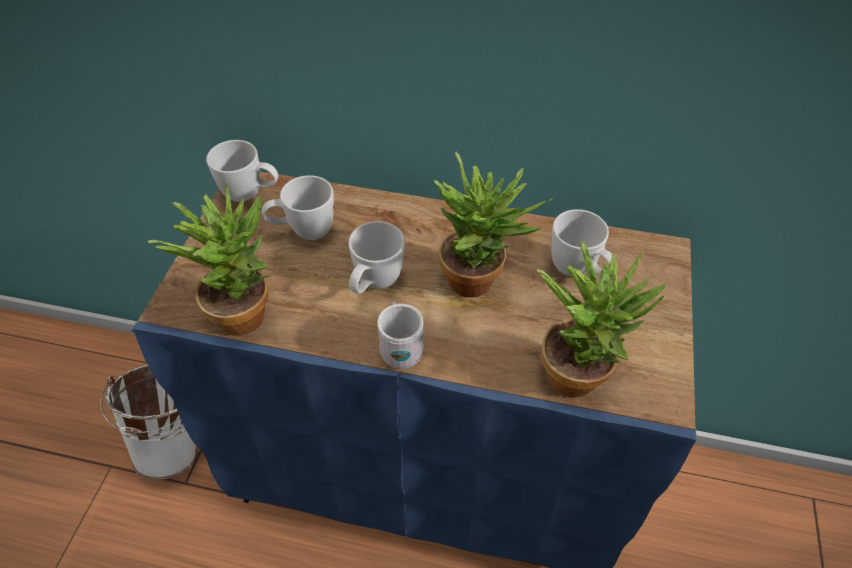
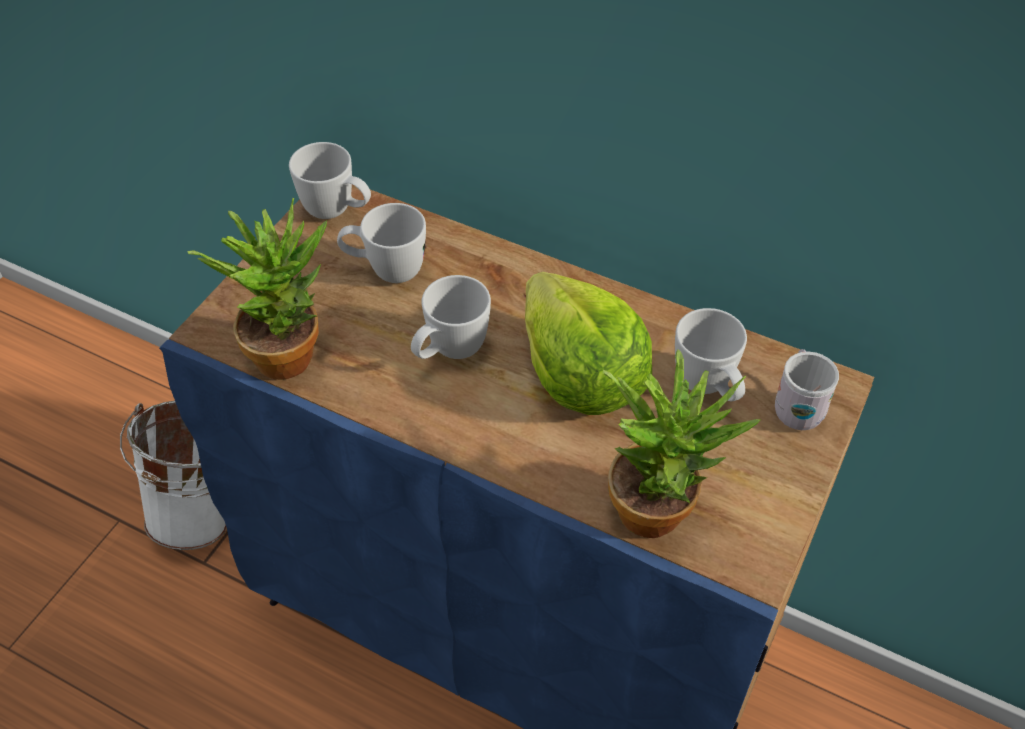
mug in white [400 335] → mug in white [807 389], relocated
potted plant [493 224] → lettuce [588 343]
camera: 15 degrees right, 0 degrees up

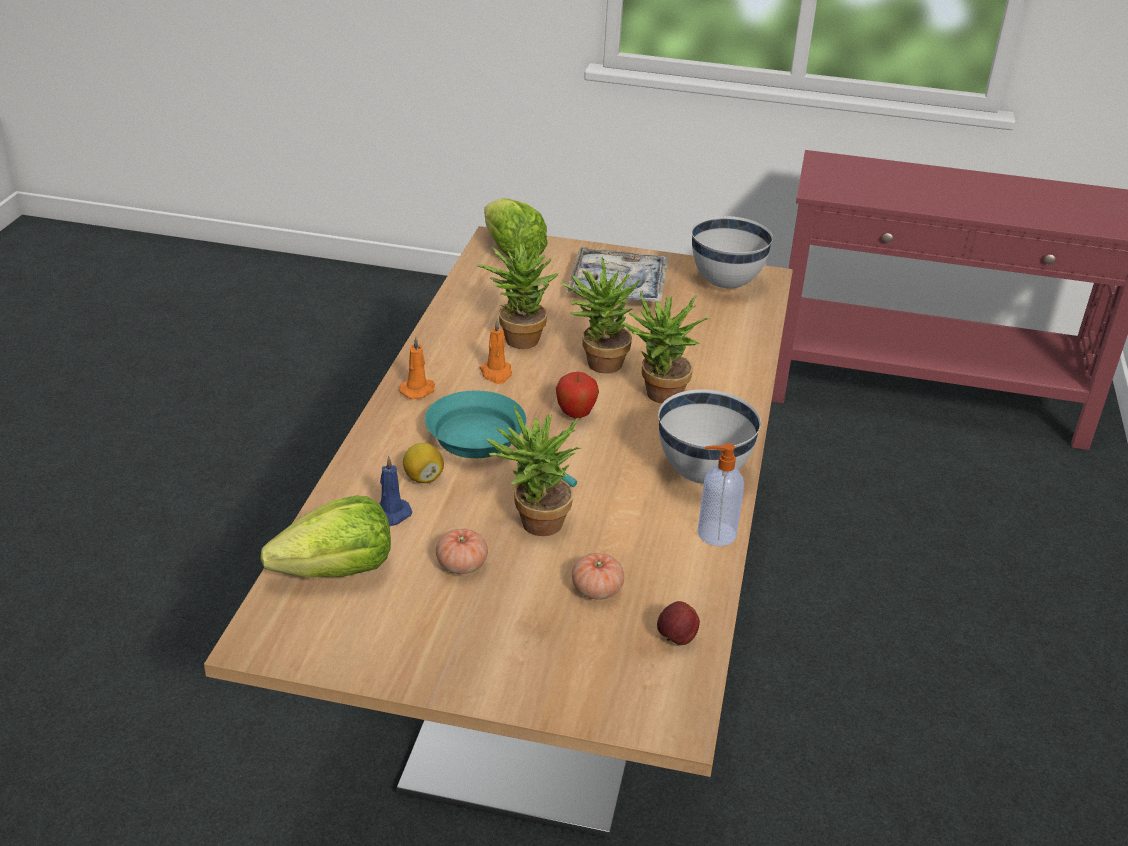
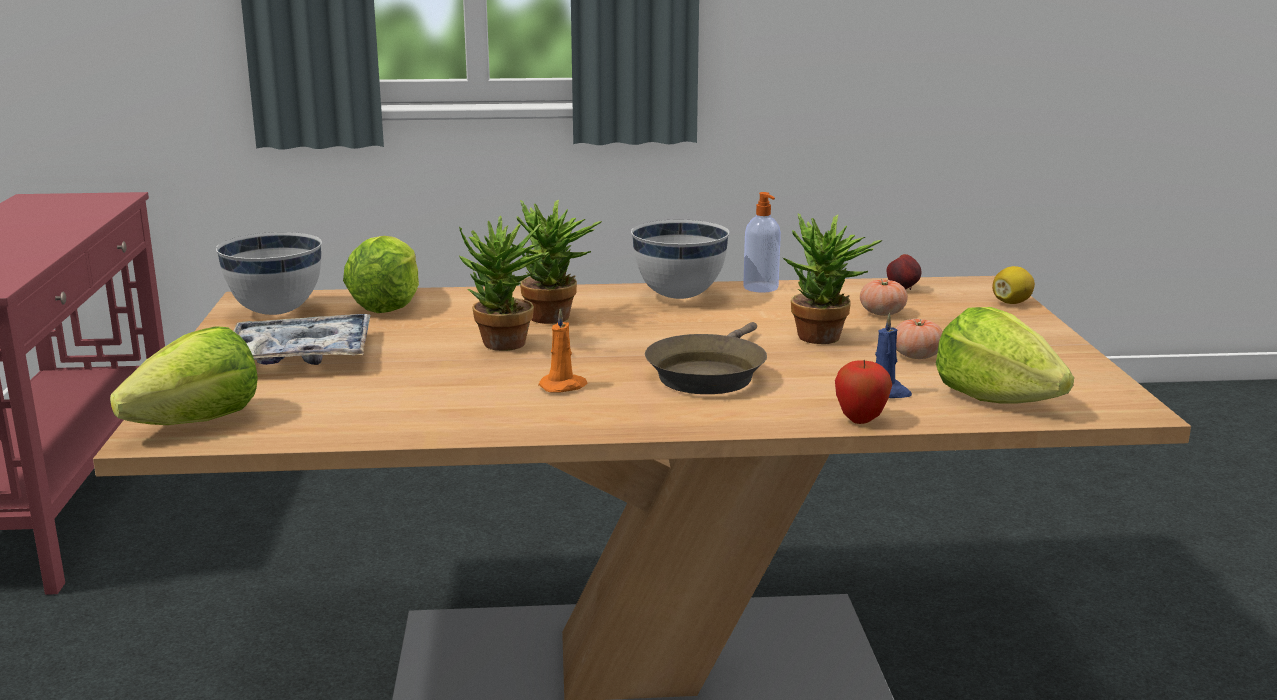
candle in orange [417 367] → -
potted plant [518 292] → -
- → lettuce [381 274]
lemon [423 463] → lemon [1013 285], relocated
apple [577 395] → apple [863 392], relocated
frying pan in turquoise [501 439] → frying pan in brown [706 358]
camera: 105 degrees left, 15 degrees down

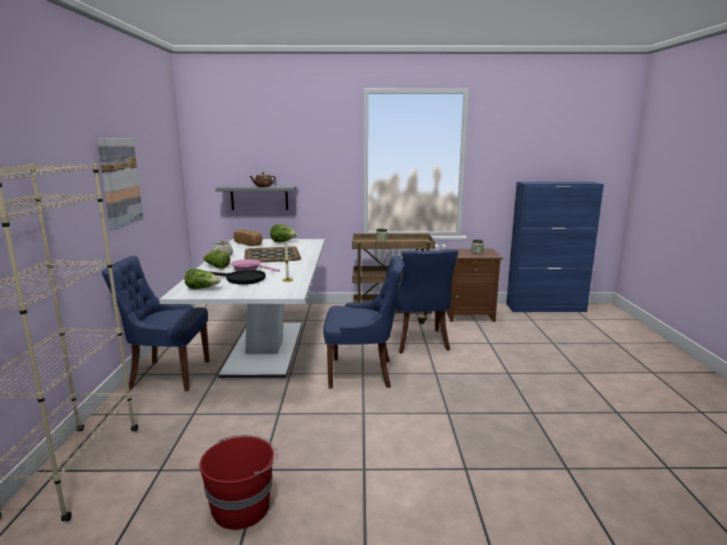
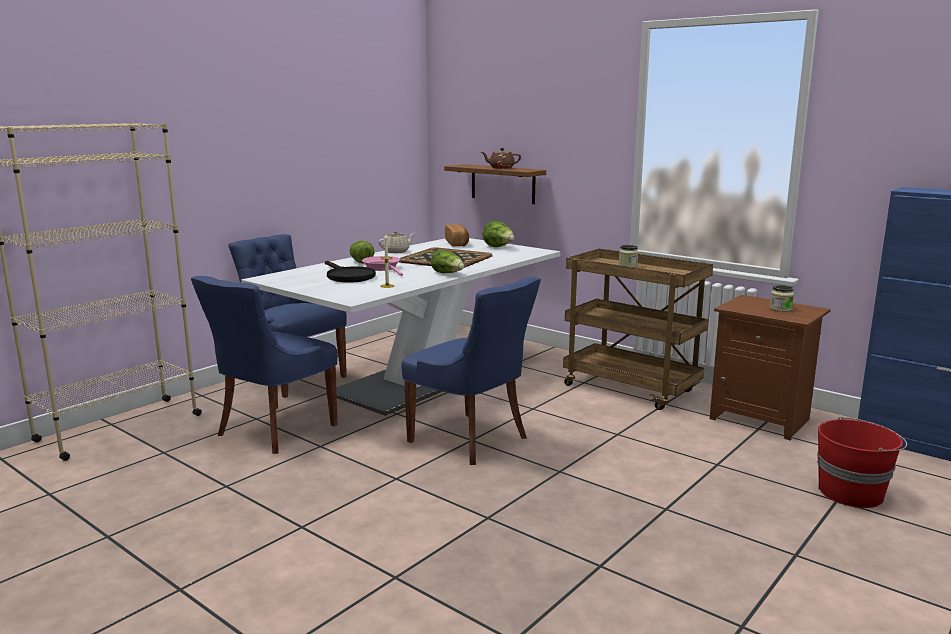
picture [120 184] → -
lettuce [203 279] → lettuce [447 261], relocated
bucket in red [238 482] → bucket in red [862 462], relocated
chair in blue [426 301] → chair in blue [264 365], relocated
shelf in grey [255 198] → shelf in brown [495 184]
camera: 40 degrees right, 0 degrees up

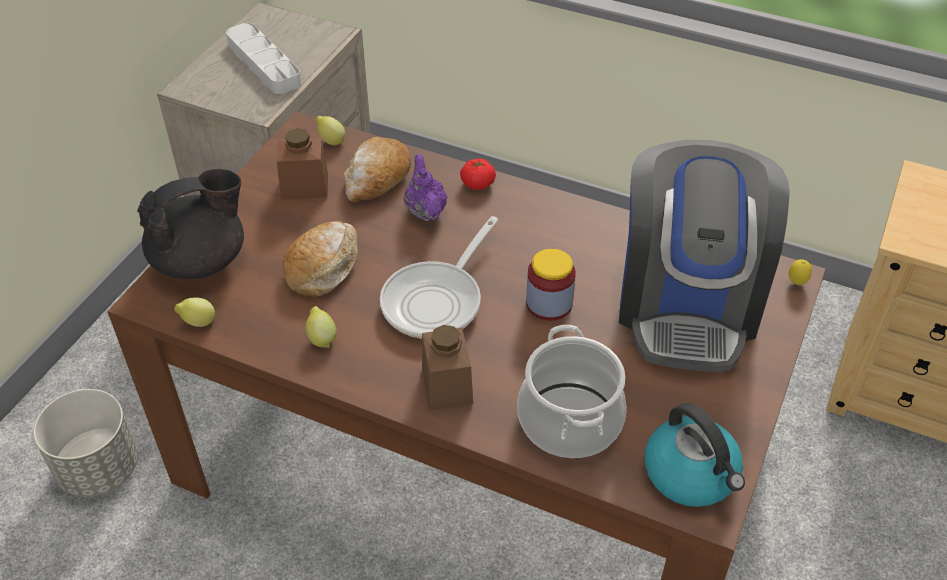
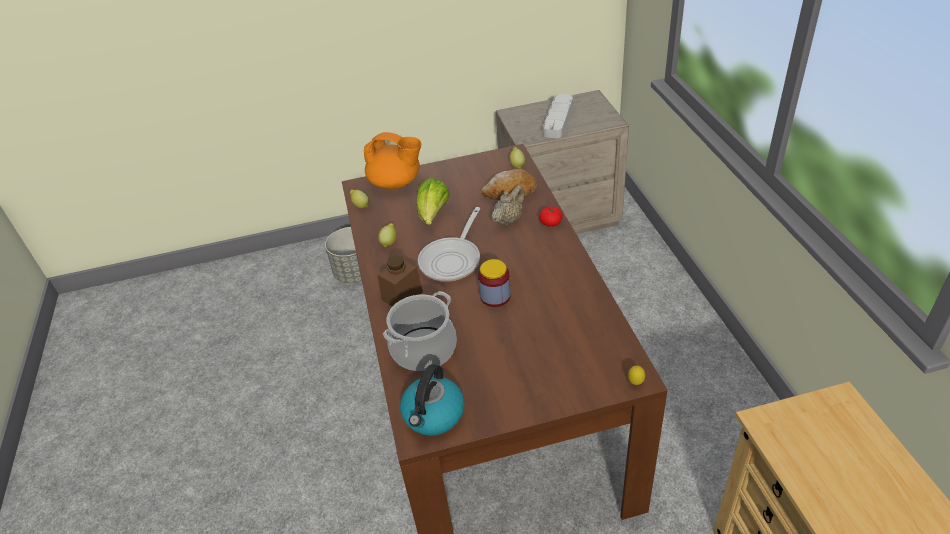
jar in brown [302 164] → -
coffee machine [704 256] → -
bread [320 259] → lettuce [433 201]
teapot in black [190 224] → teapot in orange [393 160]
teapot in purple [425 187] → teapot in beige [508 205]
frying pan [439 277] → frying pan [449 244], 60 degrees counterclockwise
camera: 55 degrees right, 5 degrees down

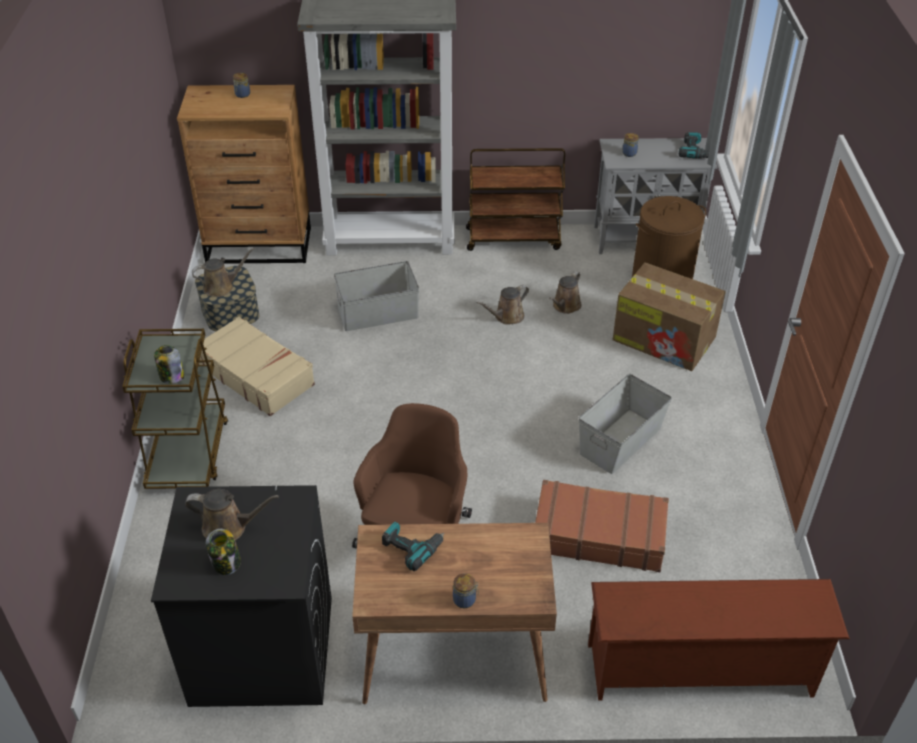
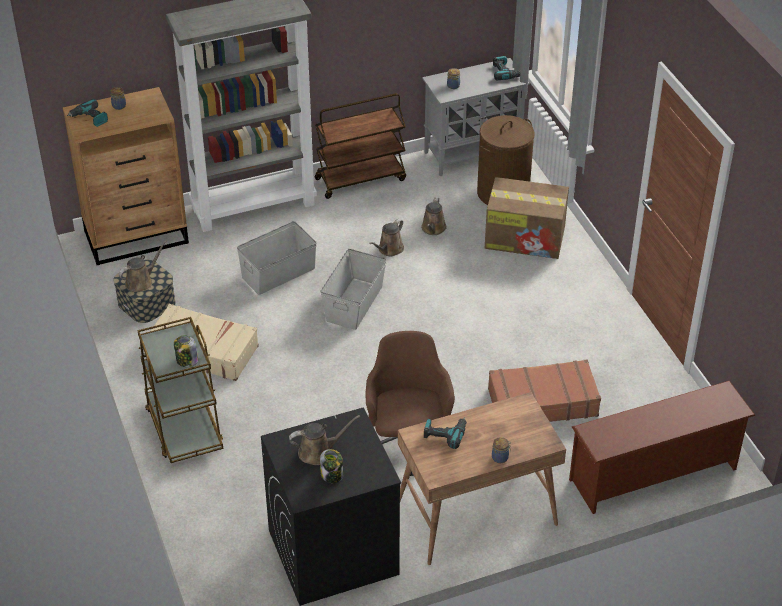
- → power drill [87 113]
storage box in grey [625 424] → storage box in grey [354 289], relocated
camera: 20 degrees left, 0 degrees up

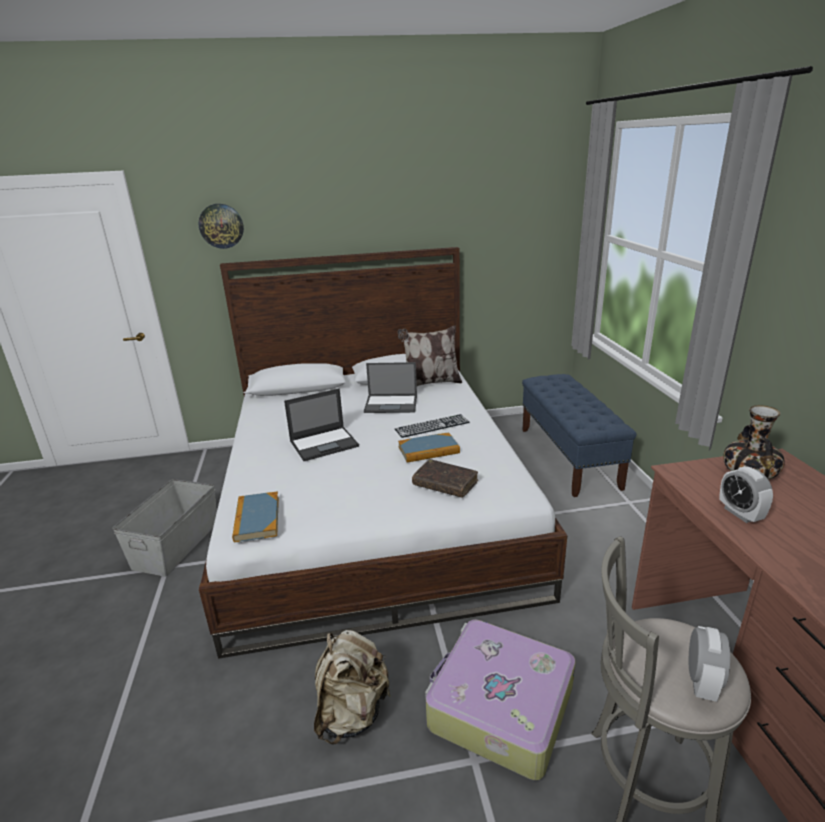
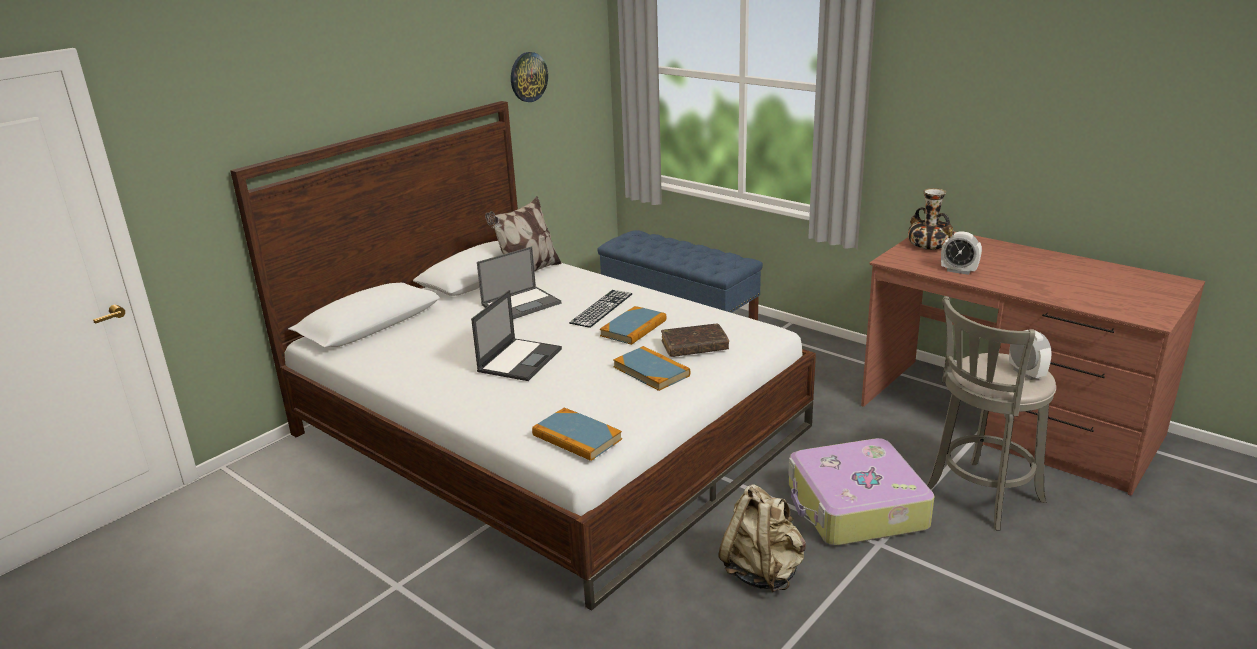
storage box in grey [164 528] → -
- → book [651 368]
wall clock [221 226] → wall clock [529 77], relocated
camera: 40 degrees left, 0 degrees up

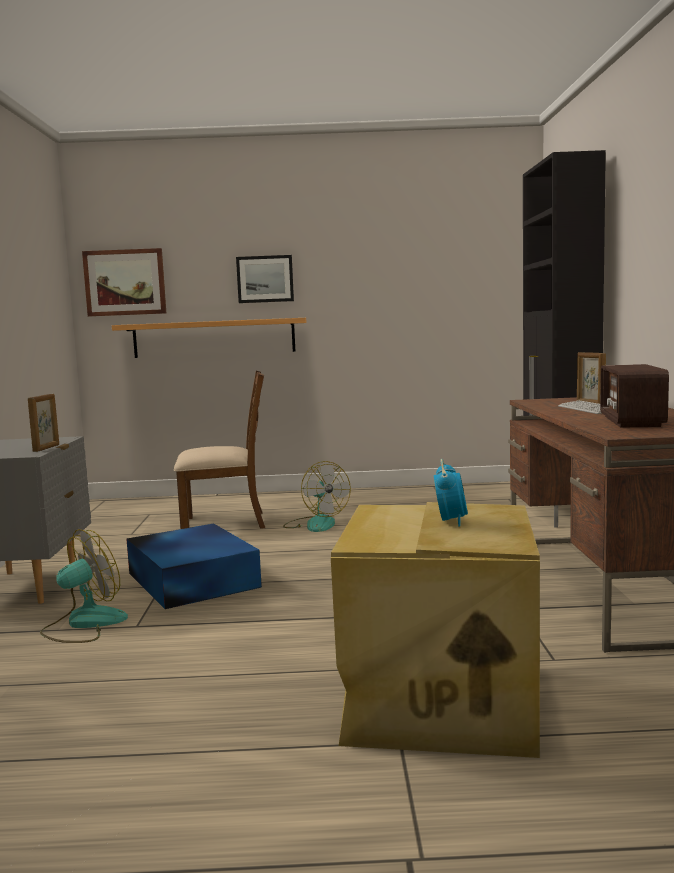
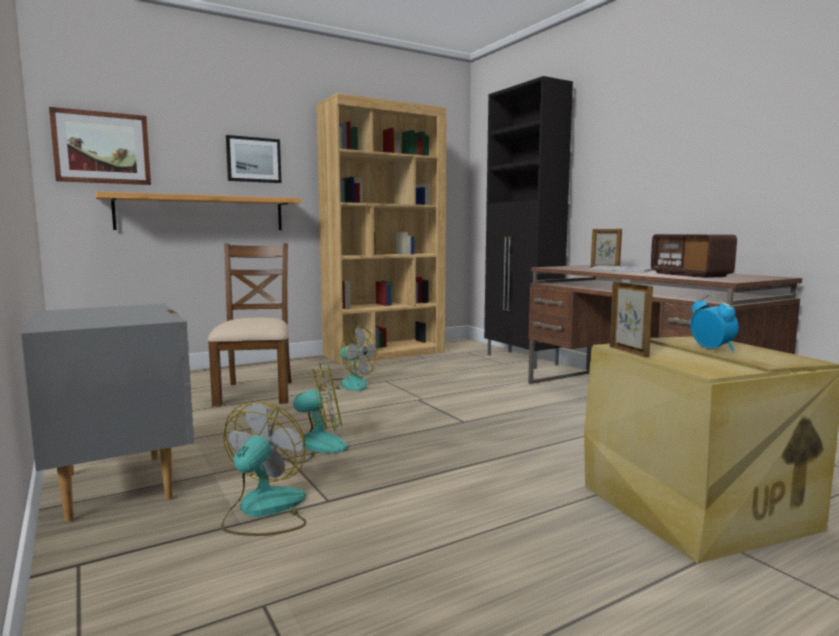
- → bookcase in brown [381 229]
picture frame [43 423] → picture frame [631 319], relocated
storage box in blue [194 566] → fan [311 413]
chair in brown [219 449] → chair in brown [250 325], 60 degrees counterclockwise
camera: 30 degrees left, 0 degrees up

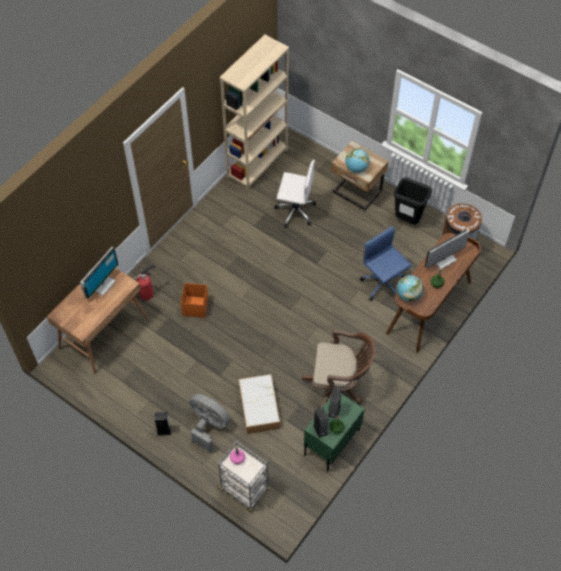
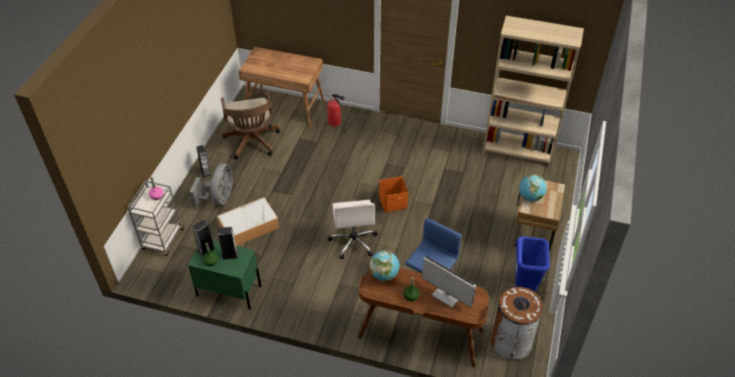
monitor [99 273] → -
storage box in orange [194 300] → storage box in orange [393 194], relocated
office chair in white [295 193] → office chair in white [353 229], relocated
office chair in brown [339 369] → office chair in brown [250 125], relocated
trash can in black [413 200] → trash can in blue [532 264]
camera: 70 degrees right, 10 degrees down

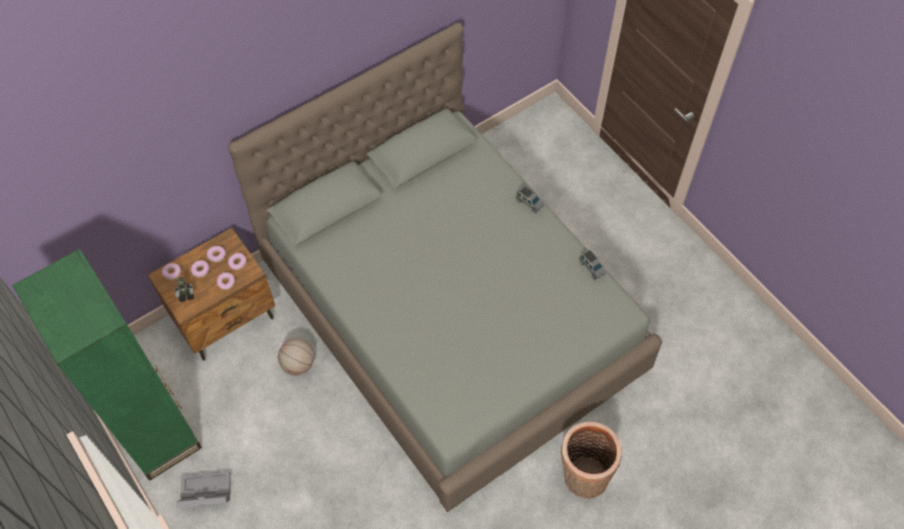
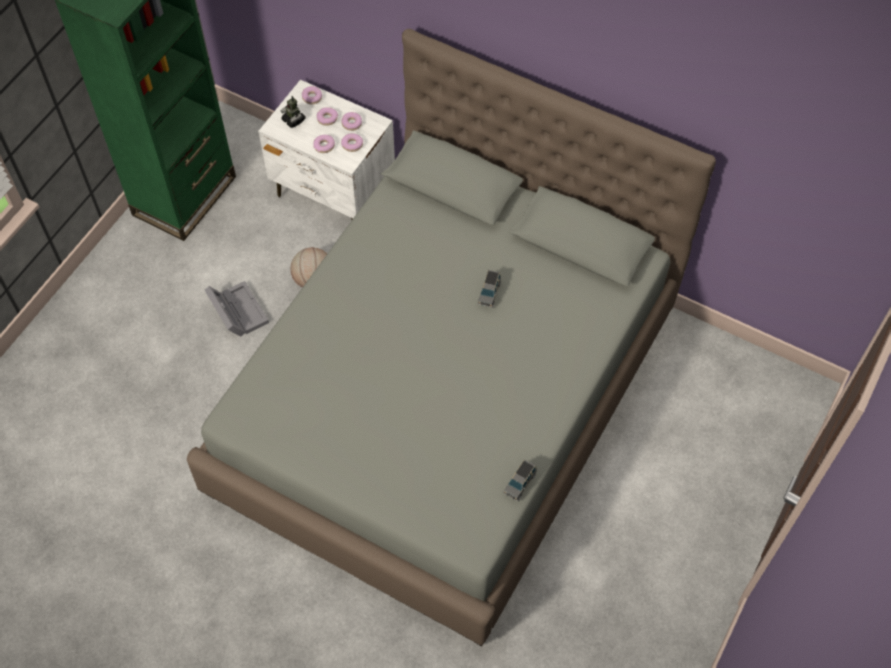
basket [591 460] → -
storage box in grey [203 489] → storage box in grey [237 309], relocated
toy car in grey [530 199] → toy car in grey [489 289], relocated
nightstand in brown [211 294] → nightstand in white [326 149]
camera: 65 degrees right, 0 degrees up

